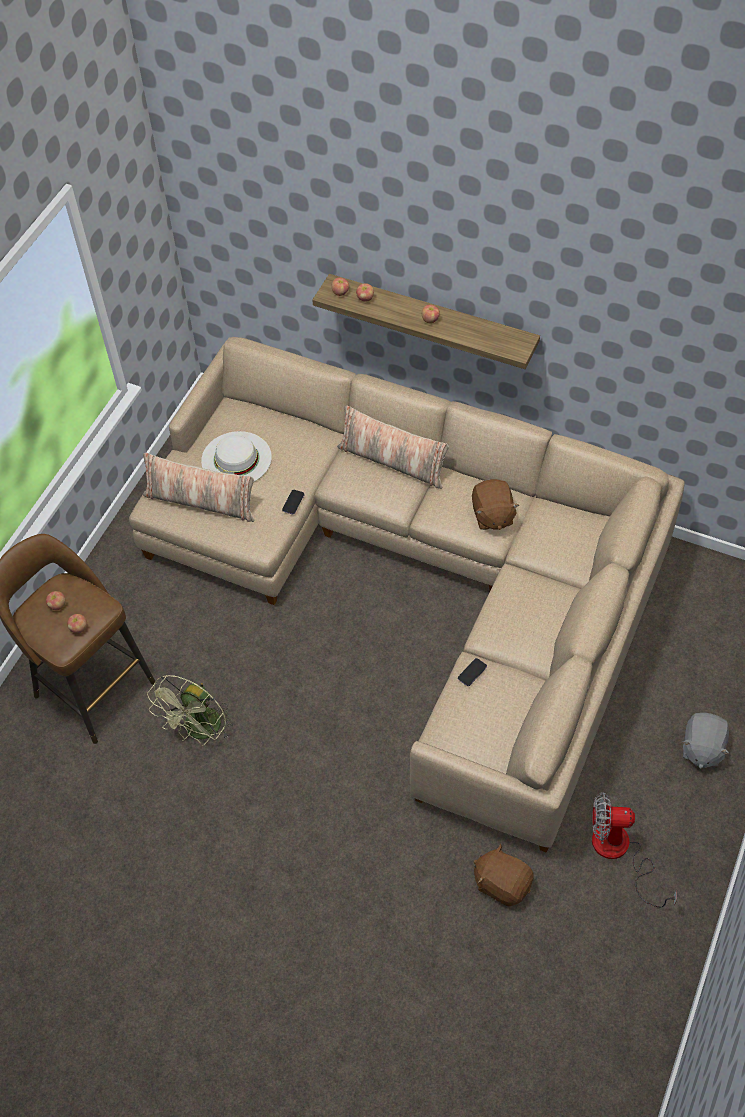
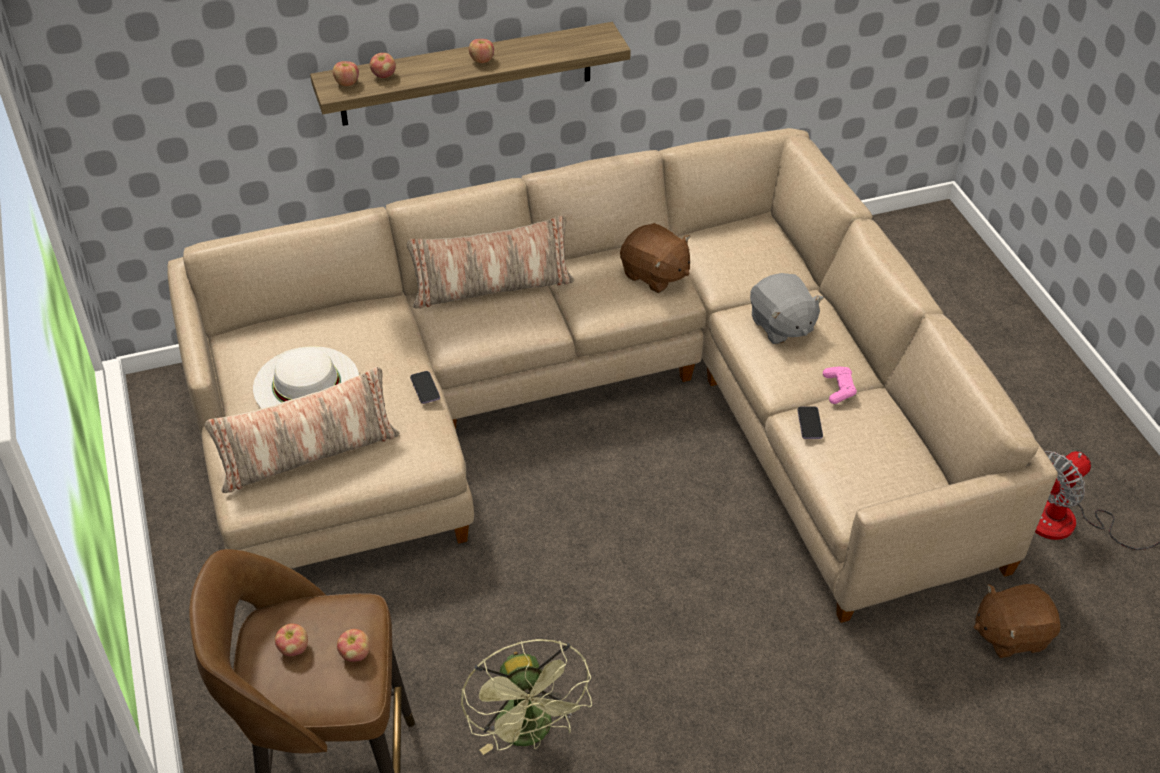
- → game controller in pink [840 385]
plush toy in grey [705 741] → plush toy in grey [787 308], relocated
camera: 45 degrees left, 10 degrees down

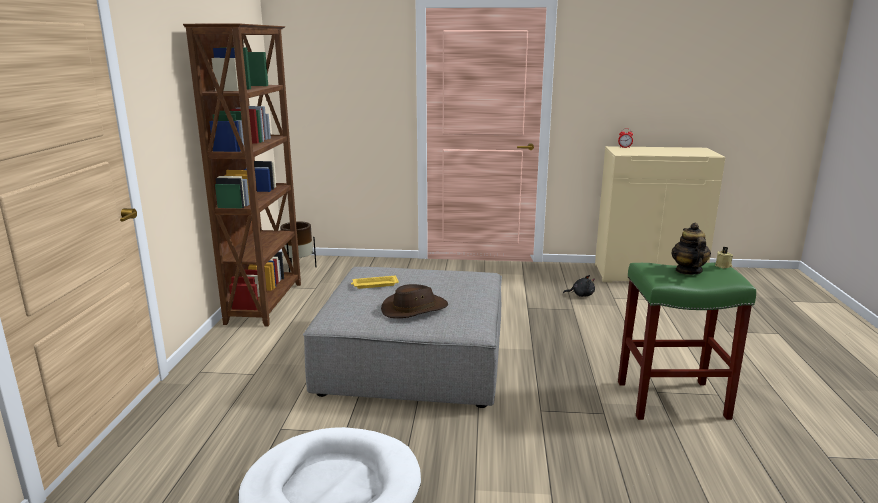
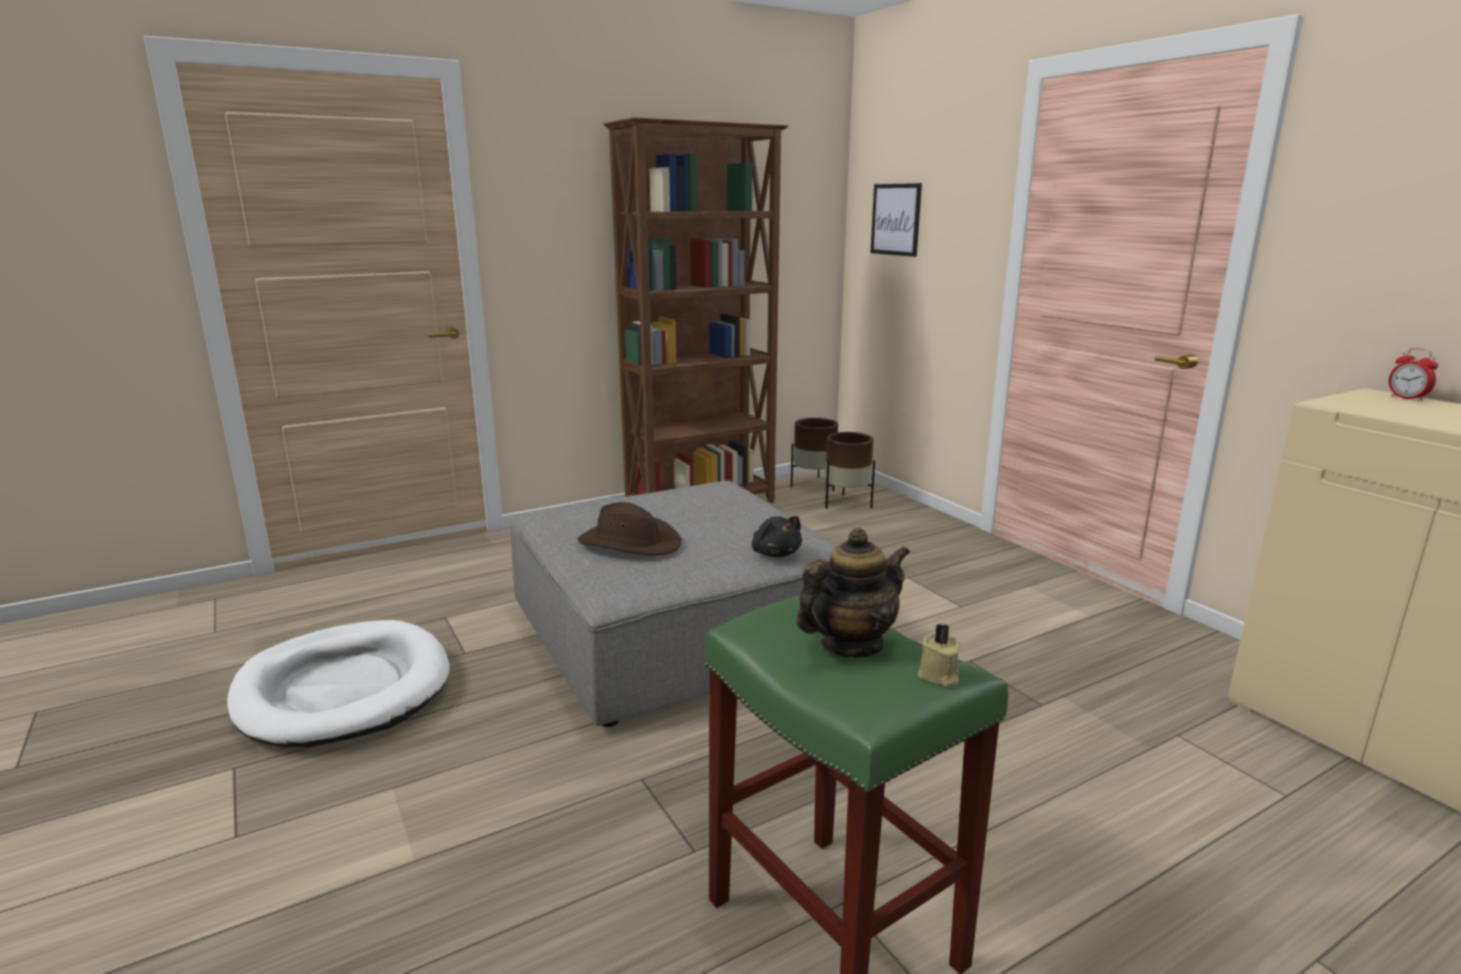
tray in yellow [375 282] → -
- → planter in brown [850 470]
- → picture [896 220]
plush toy in black [579 286] → plush toy in black [777 537], relocated
camera: 55 degrees right, 0 degrees up

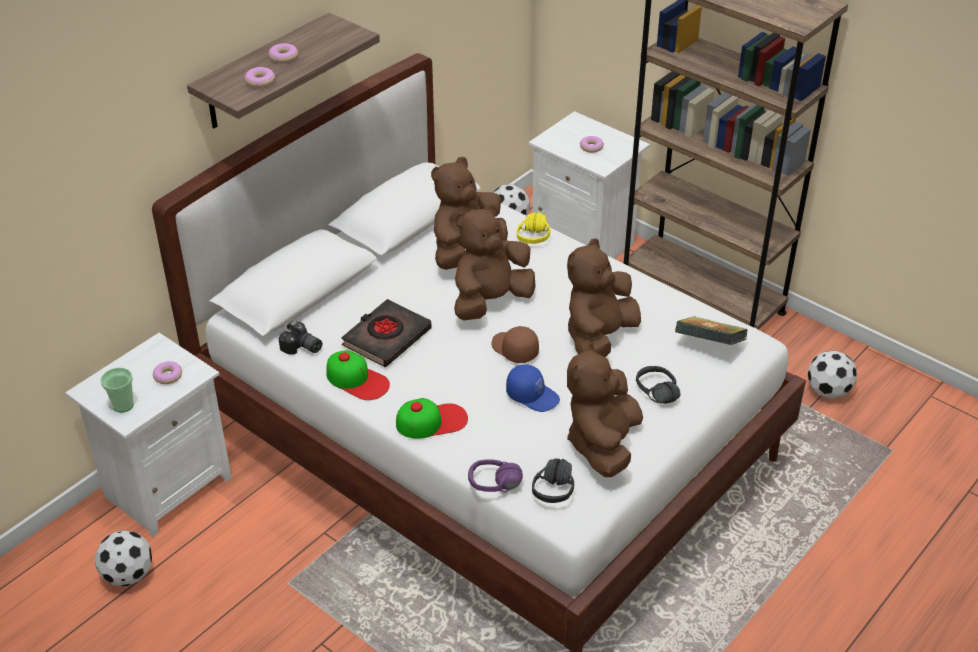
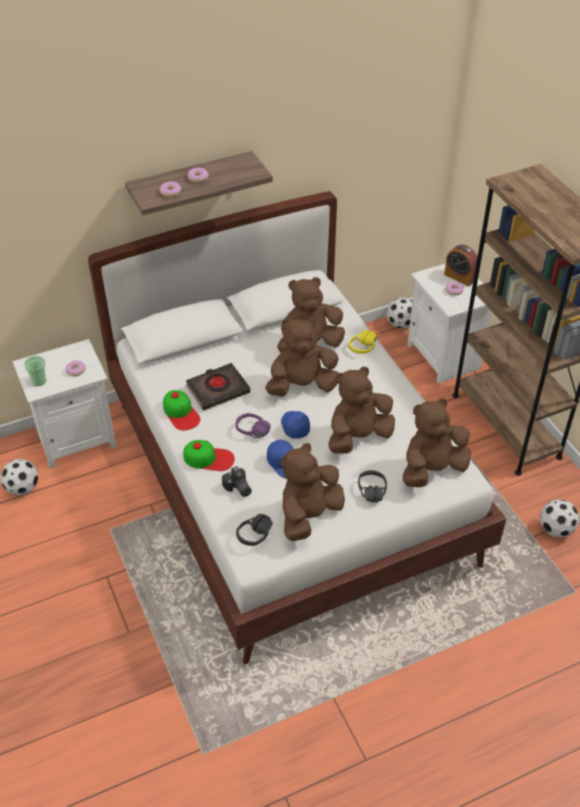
- → alarm clock [461 265]
photo camera [300 338] → photo camera [237 481], relocated
headphones in purple [495 475] → headphones in purple [253 425], relocated
book [711 330] → plush toy in brown [437 442]
cap in brown [515 344] → cap in blue [295 425]
camera: 25 degrees right, 5 degrees up

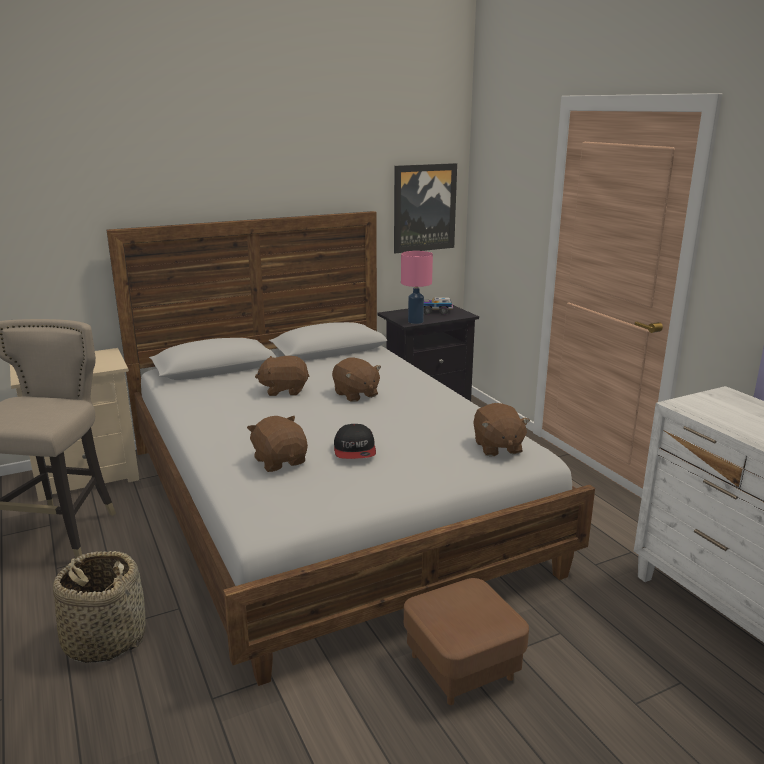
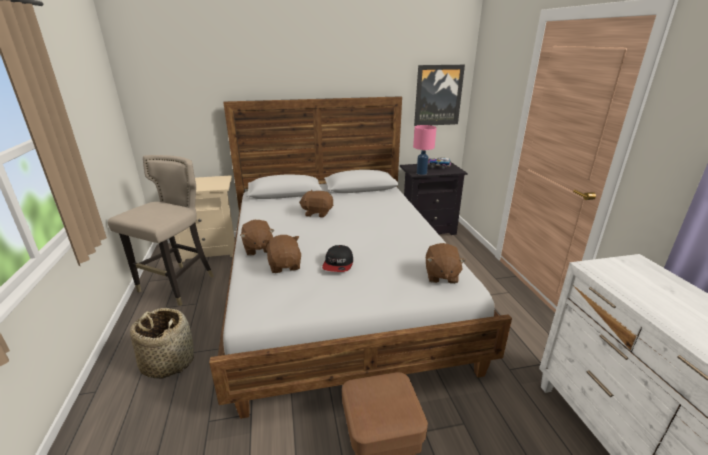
plush toy in brown [356 380] → plush toy in brown [257 238], relocated
camera: 15 degrees right, 5 degrees up

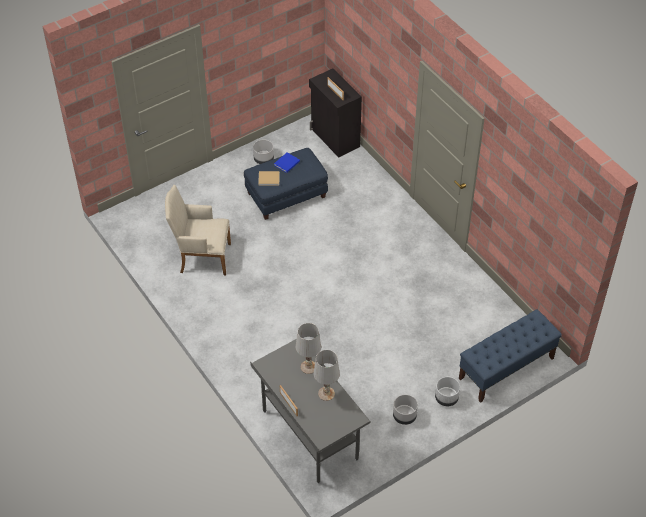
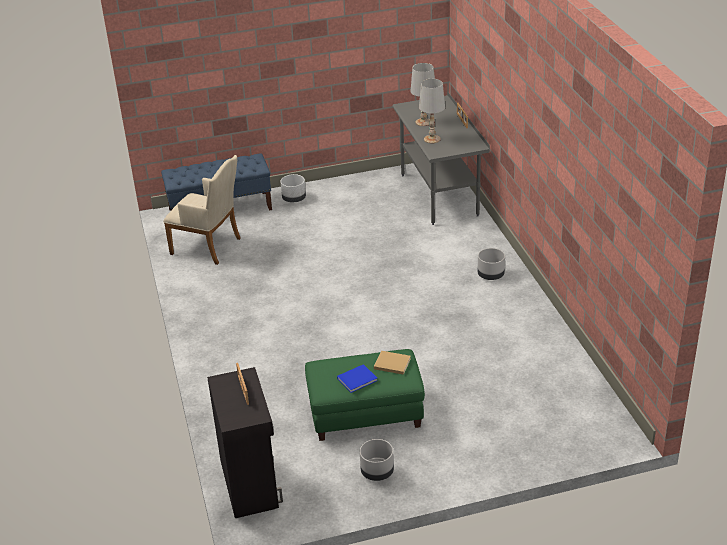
armchair in beige [198 230] → armchair in beige [202 210], relocated
planter in grey [405 409] → planter in grey [491 264], relocated
ottoman in blue [286 184] → ottoman in green [365 395]
camera: 160 degrees left, 15 degrees down

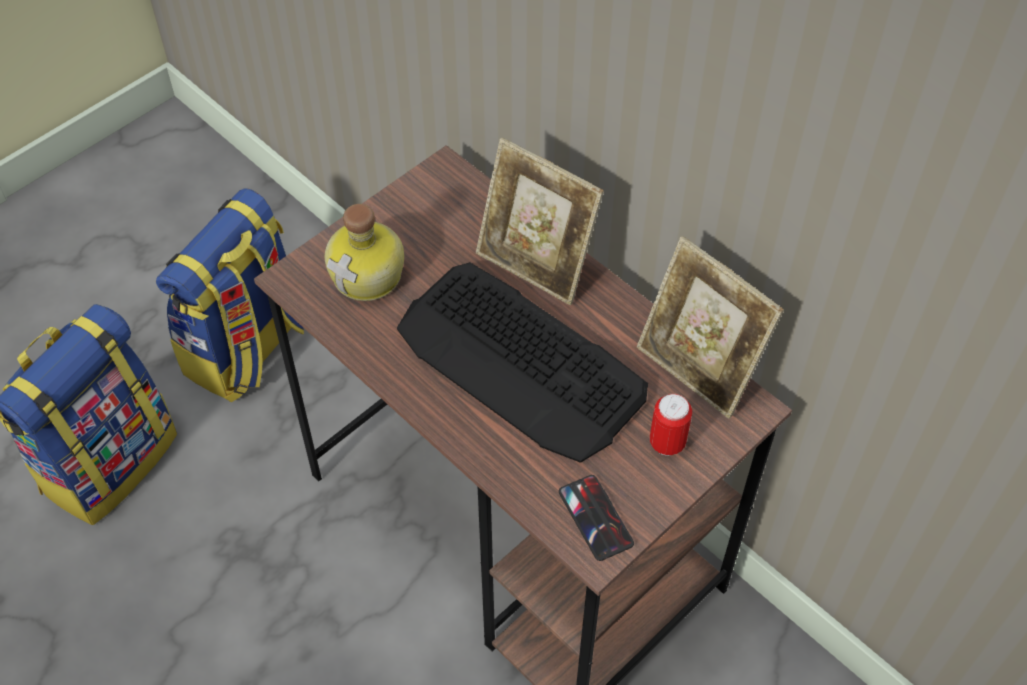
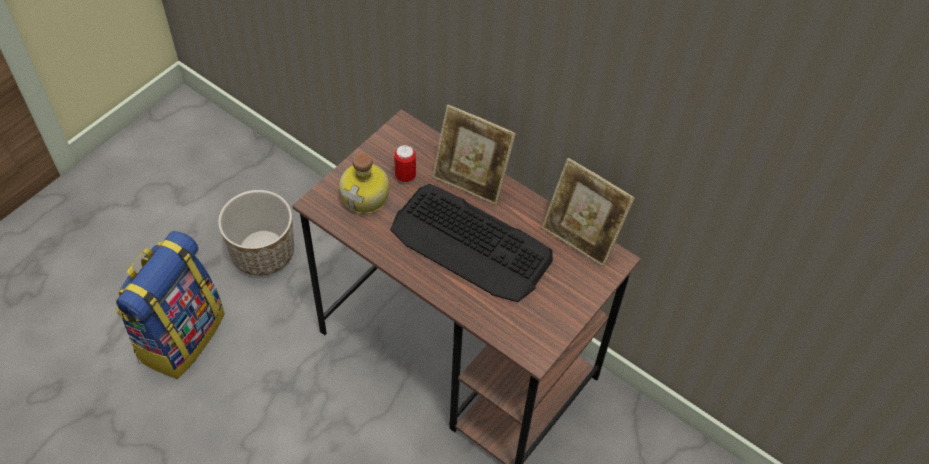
phone [596 518] → -
can [671 425] → can [405 164], relocated
backpack [230 295] → planter [256 233]
camera: 10 degrees left, 0 degrees up

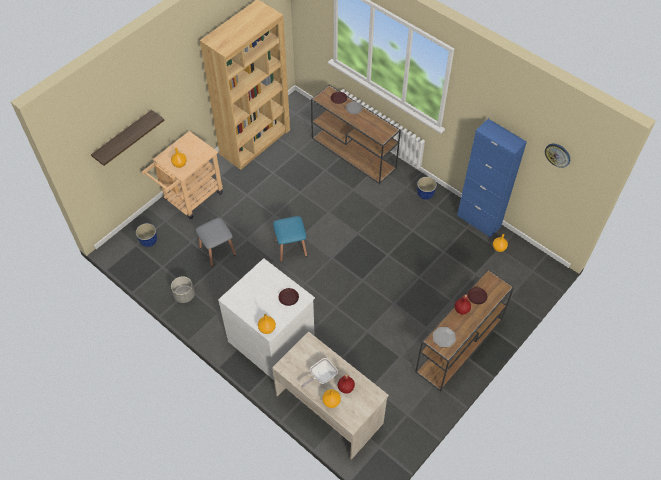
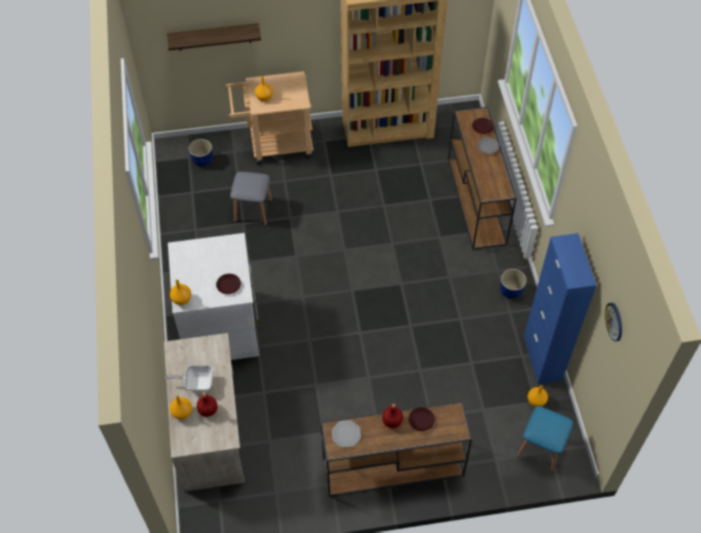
planter in grey [183 289] → -
stool in blue [290 239] → stool in blue [545 439], relocated
camera: 40 degrees right, 0 degrees up

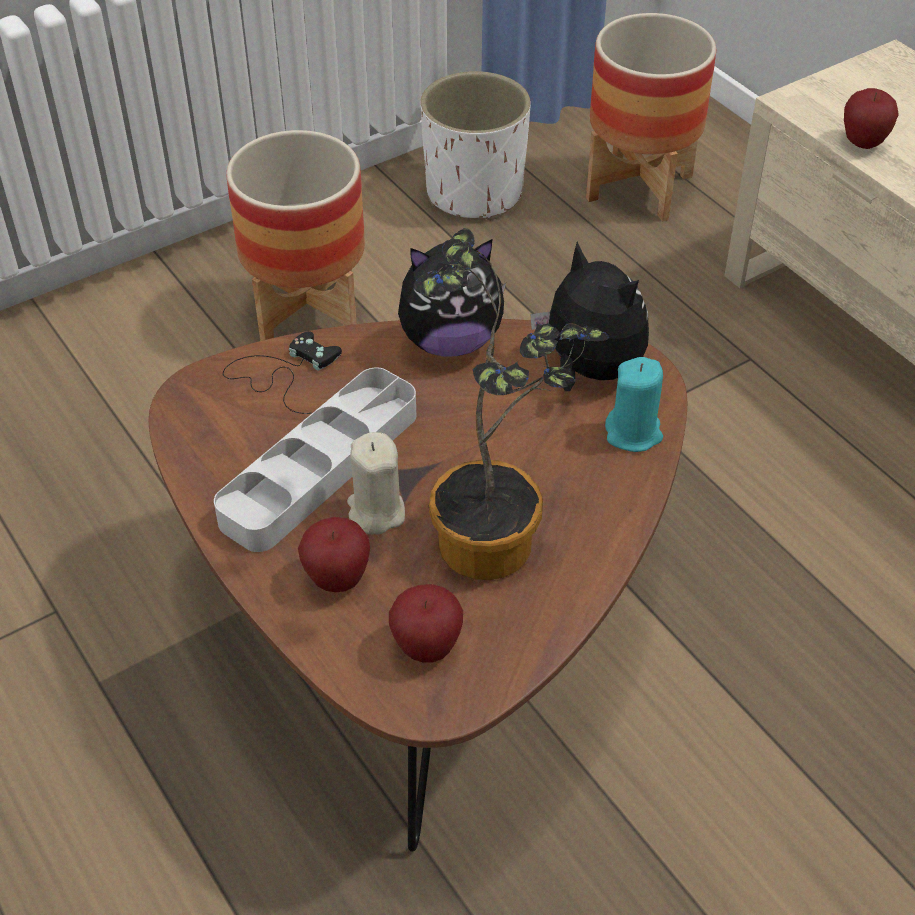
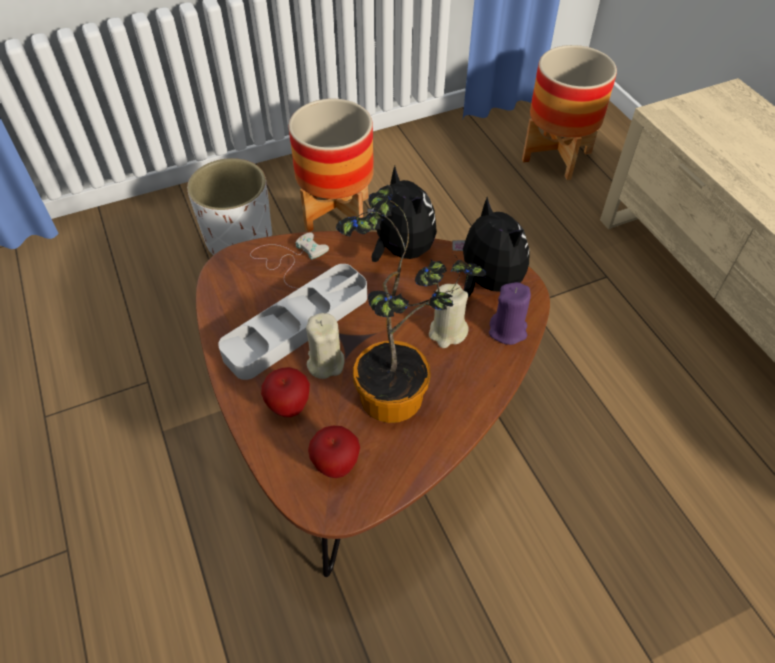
apple [871 118] → -
- → candle in beige [449 316]
planter in white [475 145] → planter in white [229 206], relocated
game controller in black [282 372] → game controller in white [289 260]
candle in turquoise [634 404] → candle in purple [510 313]
plush toy [452 297] → plush toy [402 214], 120 degrees counterclockwise
camera: 10 degrees right, 5 degrees up

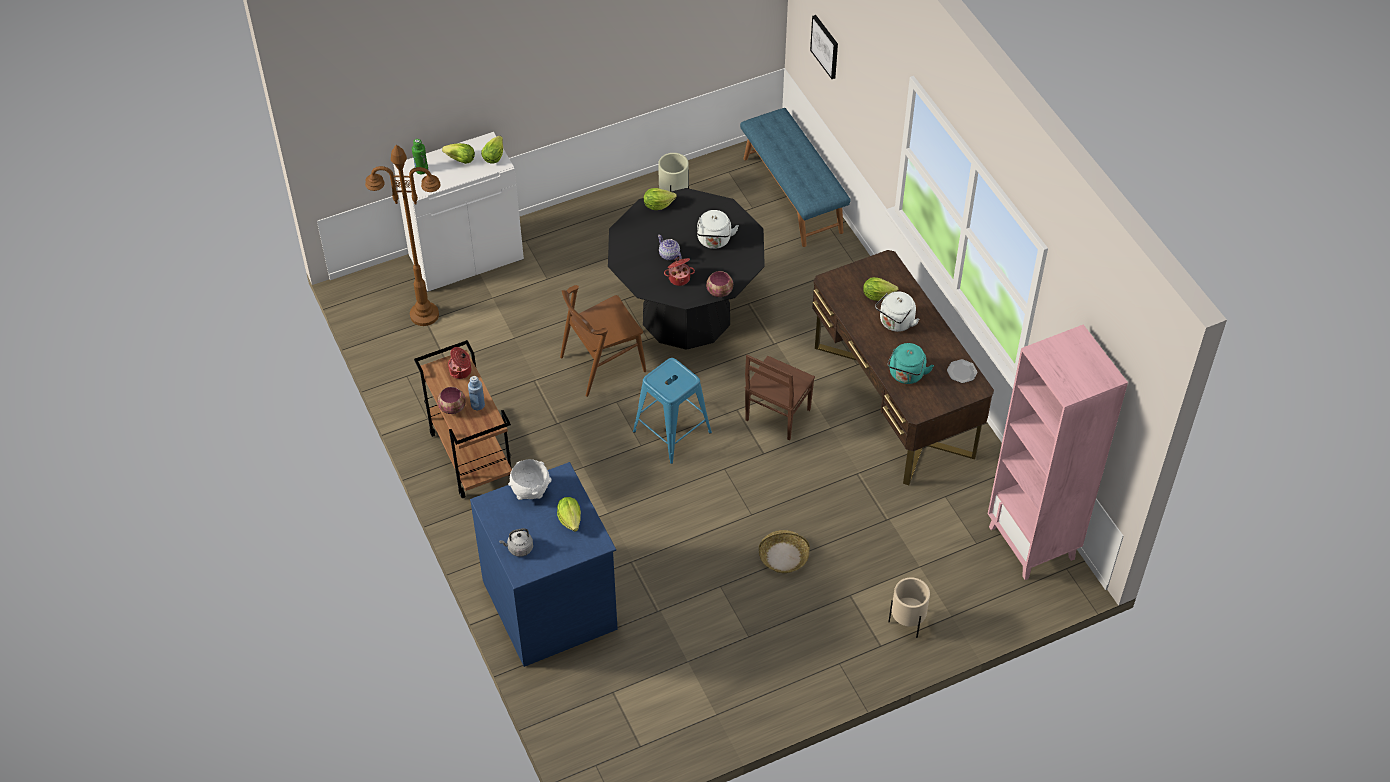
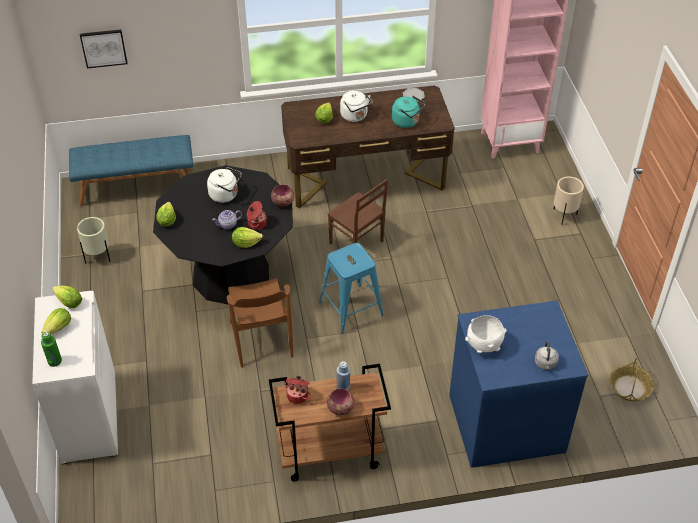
floor lamp in brown [403 235] → -
lettuce [569 514] → lettuce [247 237], relocated
basket [784 551] → basket [632 379], relocated
camera: 75 degrees left, 5 degrees down

